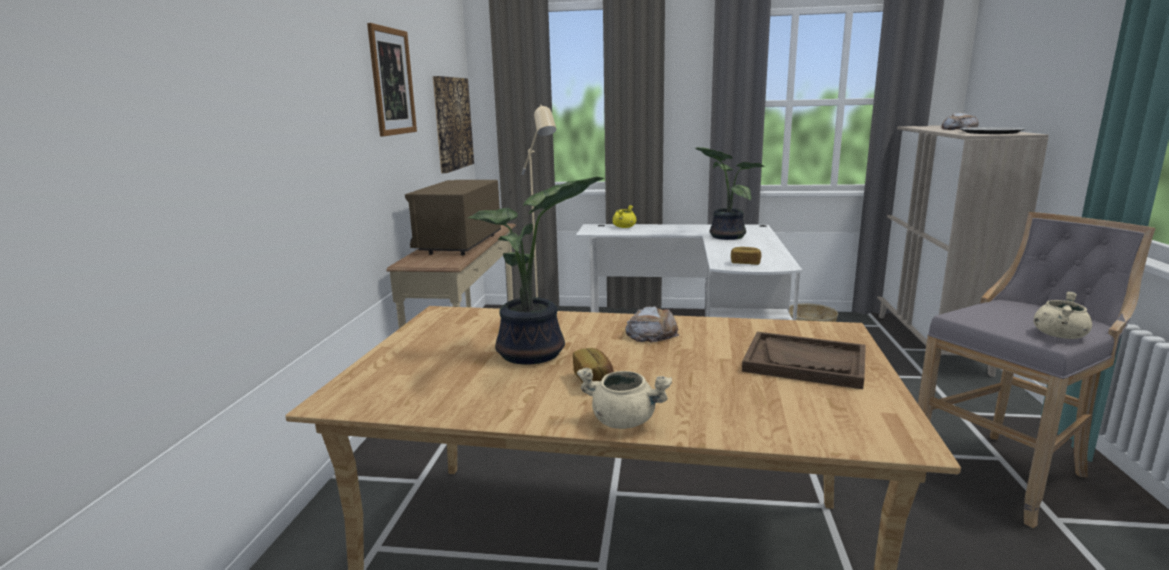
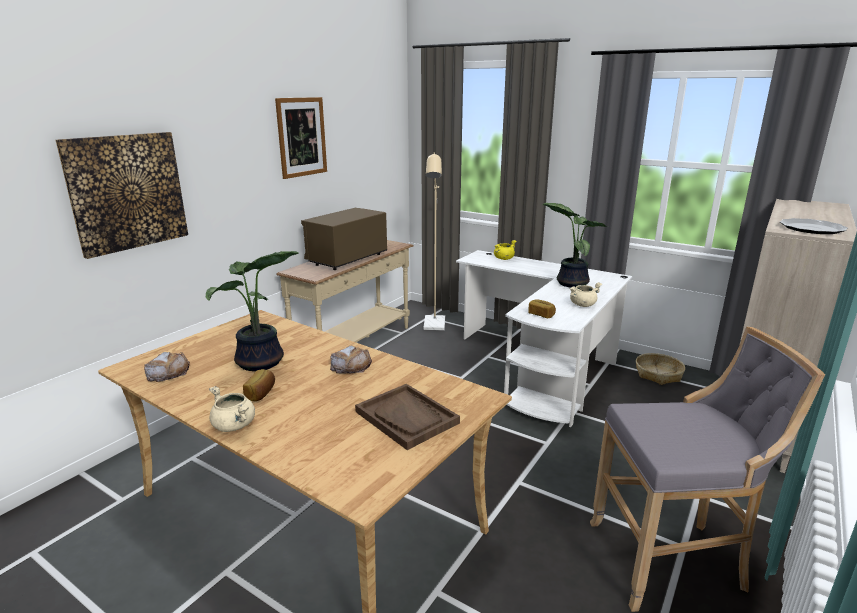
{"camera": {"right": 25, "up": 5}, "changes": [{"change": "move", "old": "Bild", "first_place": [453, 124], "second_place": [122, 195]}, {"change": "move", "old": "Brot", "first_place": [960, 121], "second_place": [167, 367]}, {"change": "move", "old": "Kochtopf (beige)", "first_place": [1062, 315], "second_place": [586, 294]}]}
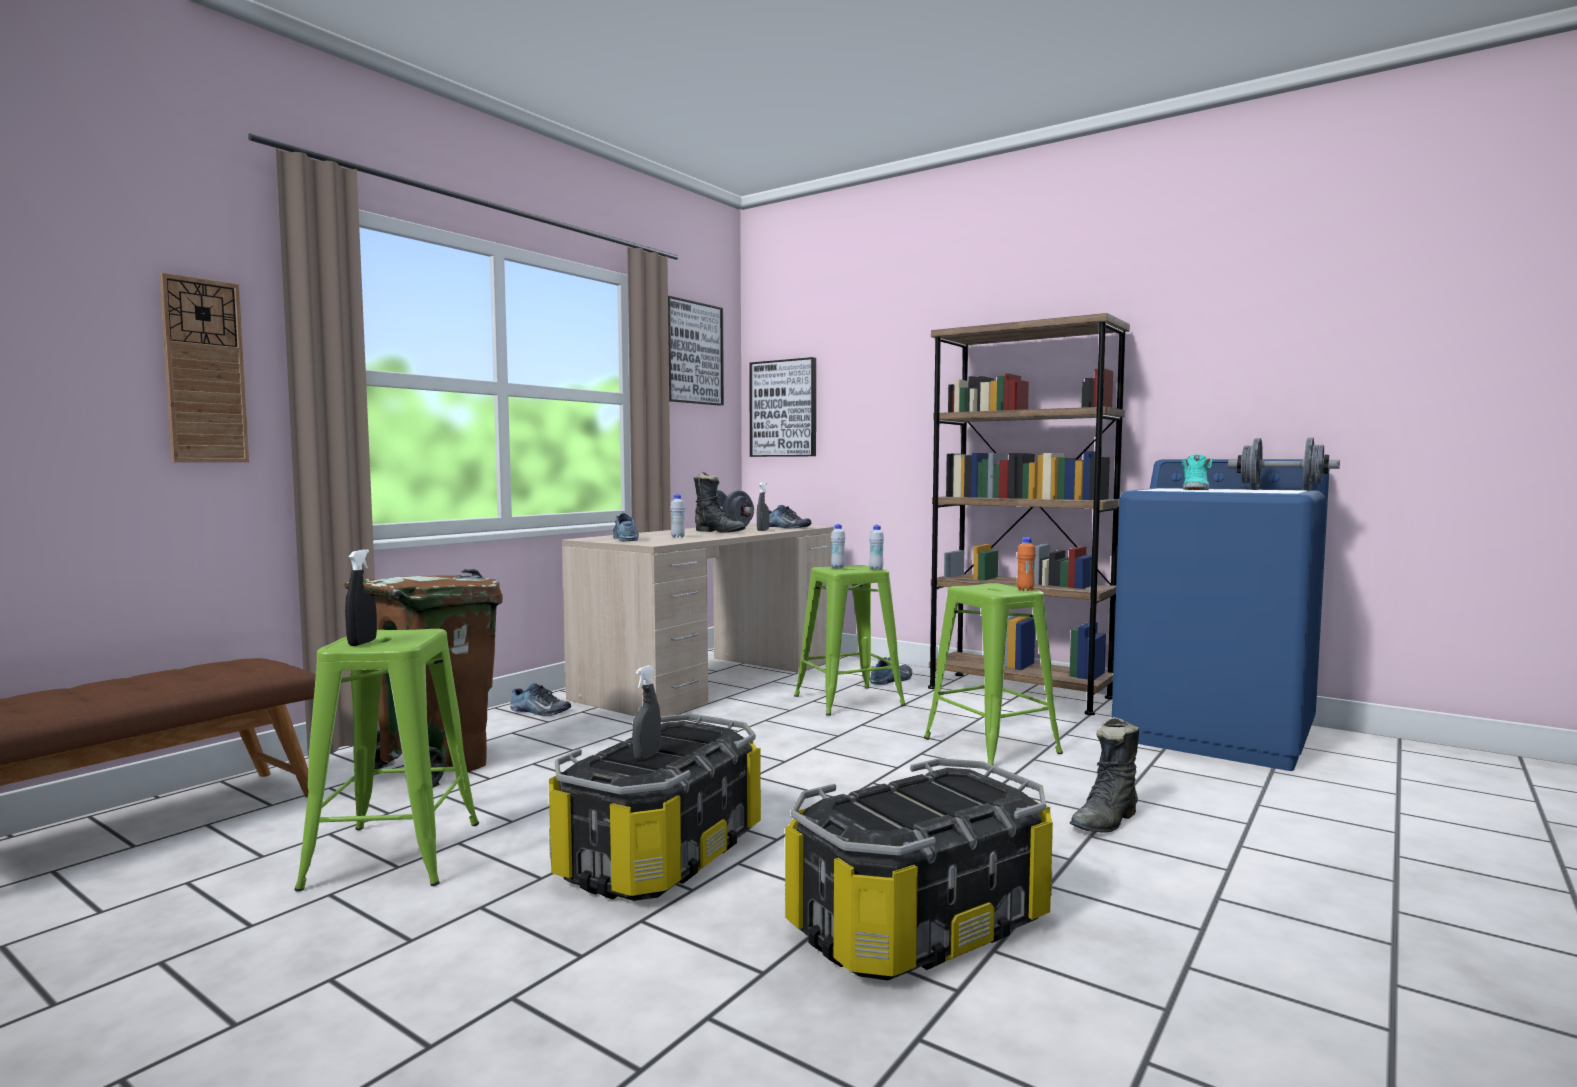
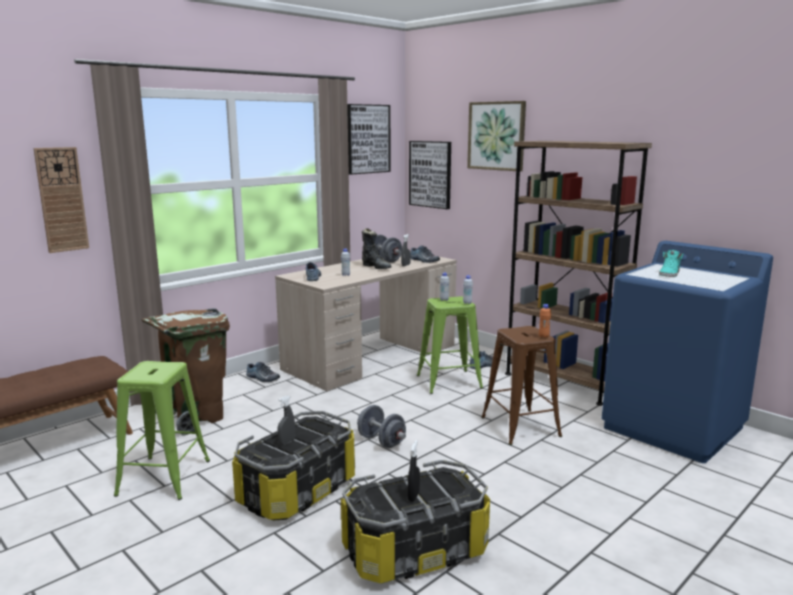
{"camera": {"right": 10, "up": 10}, "changes": [{"change": "move", "old": "Hantel (grau)", "first_place": [1284, 464], "second_place": [381, 426]}, {"change": "move", "old": "Sprühflasche (schwarz)", "first_place": [361, 597], "second_place": [414, 471]}, {"change": "insert", "new": "Bild", "second_place": [496, 136]}, {"change": "recolor", "old": "Hocker (grün)", "new": "Hocker (braun)", "first_place": [993, 674], "second_place": [521, 385]}, {"change": "delete", "old": "Stiefel (schwarz)", "first_place": [1104, 775]}]}
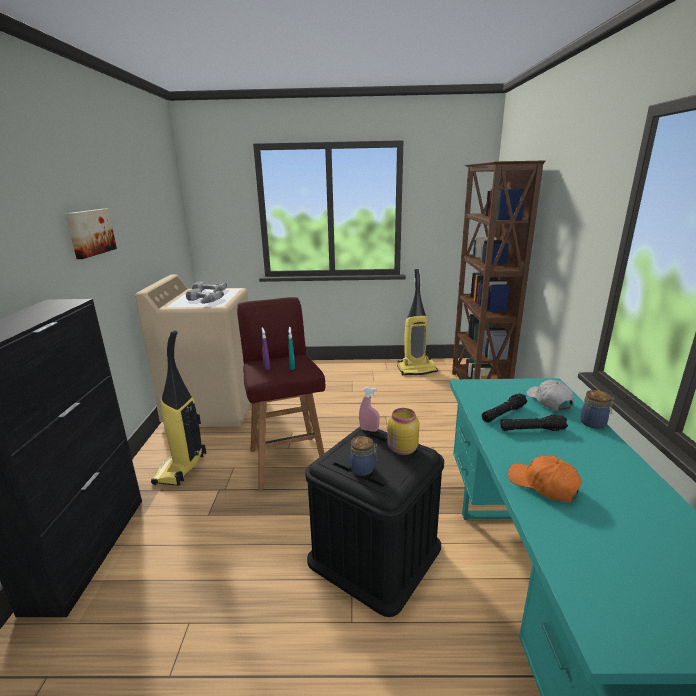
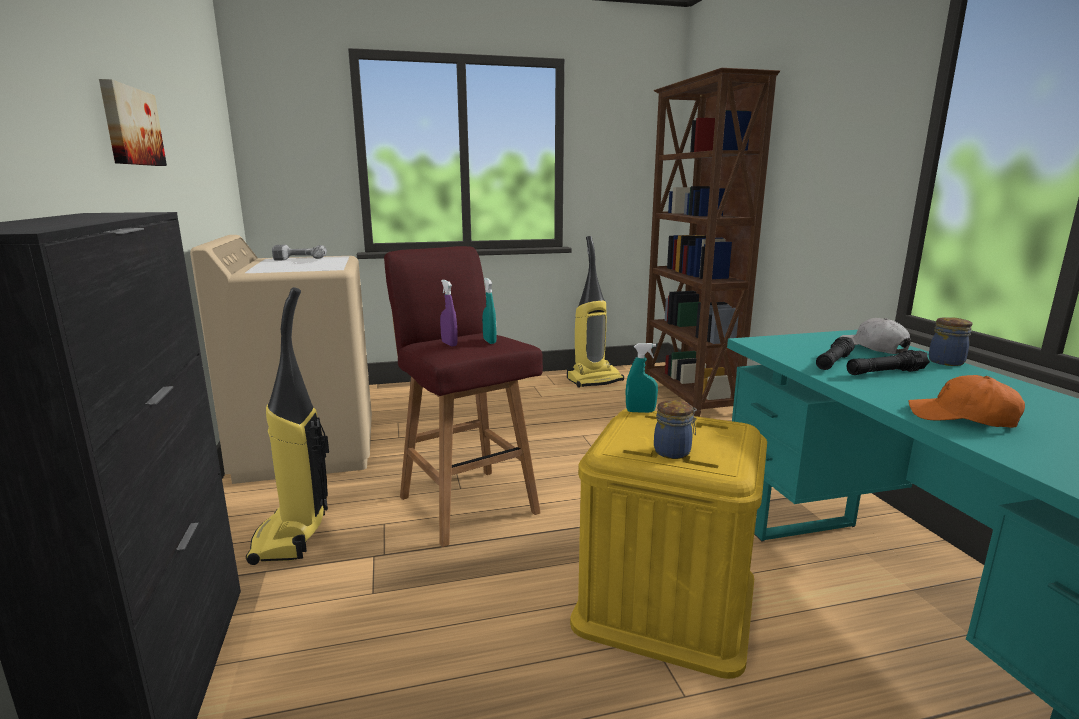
{"camera": {"right": -15, "up": -5}, "changes": [{"change": "recolor", "old": "Aufbewahrungsbox (schwarz)", "new": "Aufbewahrungsbox (gelb)", "first_place": [374, 522], "second_place": [668, 544]}, {"change": "recolor", "old": "Sprühflasche (rosa)", "new": "Sprühflasche (türkis)", "first_place": [369, 409], "second_place": [642, 378]}, {"change": "delete", "old": "Bohrmaschine", "first_place": [205, 296]}, {"change": "delete", "old": "Vorratsglas (gelb)", "first_place": [403, 431]}]}
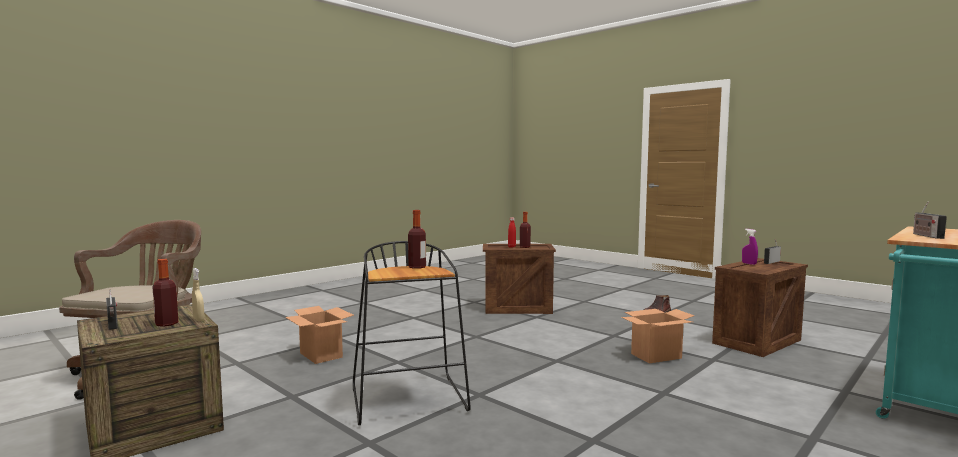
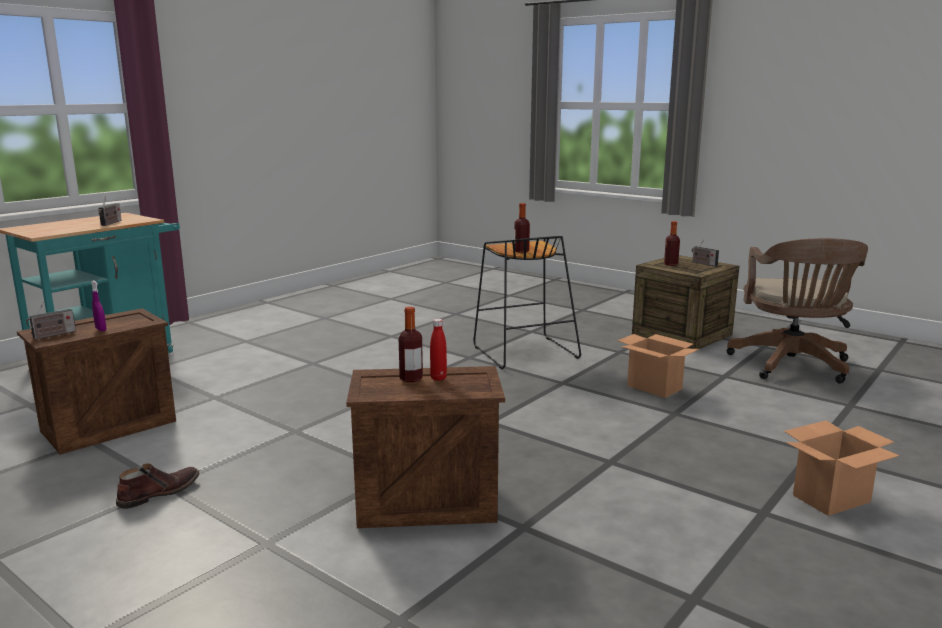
{"camera": {"right": 175, "up": 10}, "changes": [{"change": "move", "old": "Karton", "first_place": [658, 336], "second_place": [842, 468]}, {"change": "delete", "old": "Sprühflasche (beige)", "first_place": [198, 294]}]}
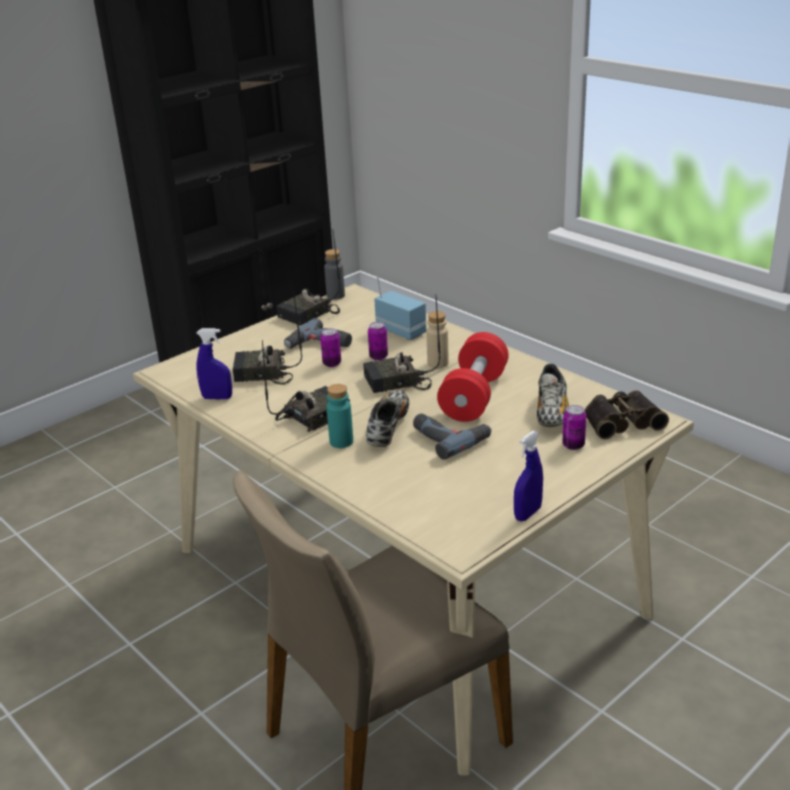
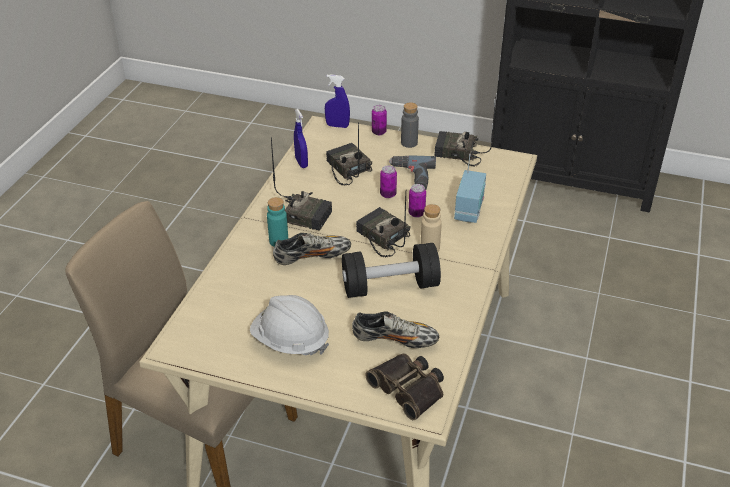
{"camera": {"right": 60, "up": 10}, "changes": [{"change": "insert", "new": "Schutzhelm (weiß)", "second_place": [289, 325]}, {"change": "move", "old": "Sprühflasche (blau)", "first_place": [528, 476], "second_place": [337, 101]}, {"change": "recolor", "old": "Hantel (rot)", "new": "Hantel (schwarz)", "first_place": [473, 377], "second_place": [391, 270]}, {"change": "rotate", "old": "Schuh", "first_place": [553, 395], "second_place": [395, 330], "degrees": -150}, {"change": "move", "old": "Dose", "first_place": [574, 427], "second_place": [379, 120]}, {"change": "move", "old": "Flasche (grau)", "first_place": [334, 274], "second_place": [410, 125]}, {"change": "delete", "old": "Bohrmaschine", "first_place": [452, 436]}]}
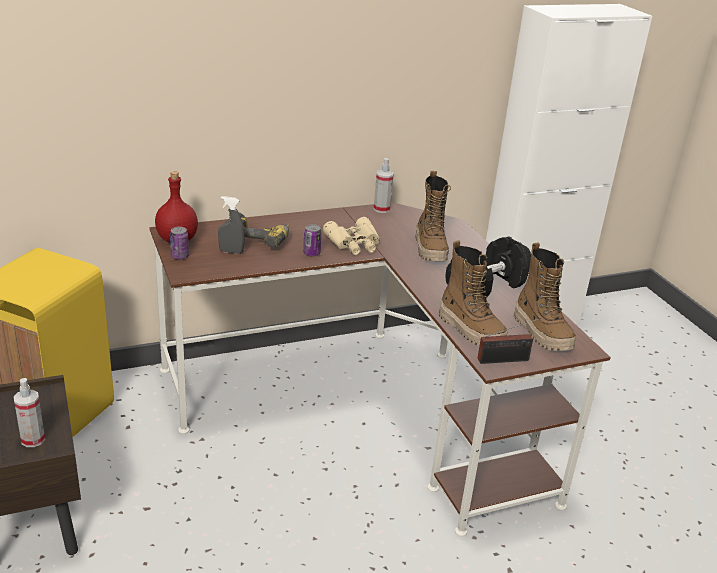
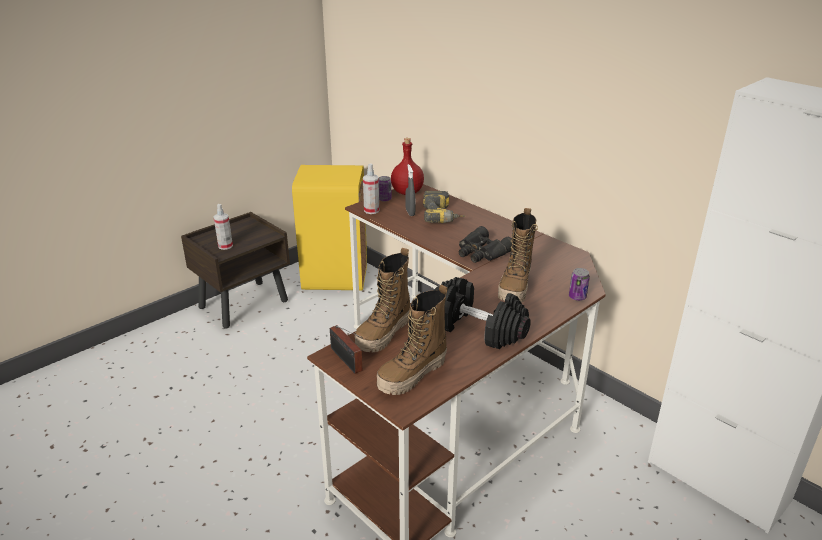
{"camera": {"right": 70, "up": 0}, "changes": [{"change": "move", "old": "Sprühflasche", "first_place": [384, 185], "second_place": [371, 188]}, {"change": "recolor", "old": "Fernglas (beige)", "new": "Fernglas (schwarz)", "first_place": [351, 236], "second_place": [485, 244]}, {"change": "rotate", "old": "Stiefel", "first_place": [433, 216], "second_place": [518, 255], "degrees": -45}, {"change": "move", "old": "Dose", "first_place": [312, 240], "second_place": [579, 284]}]}
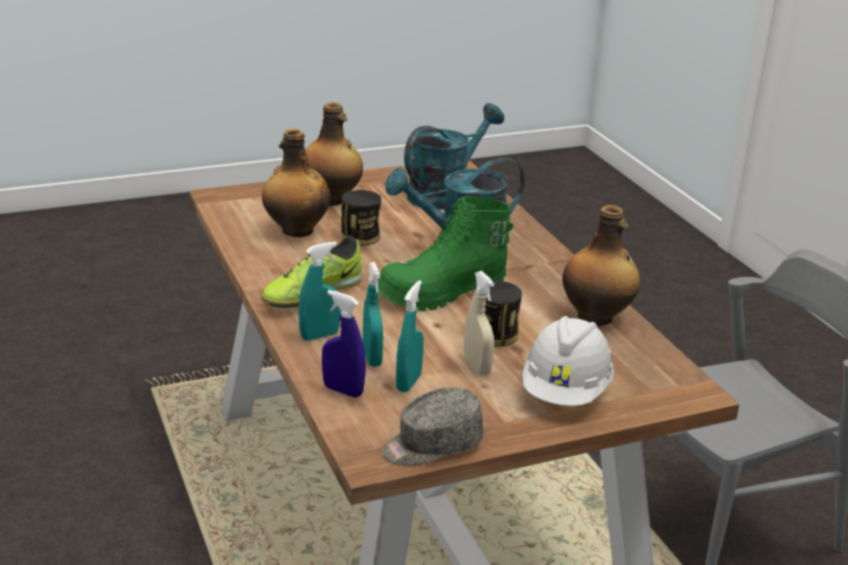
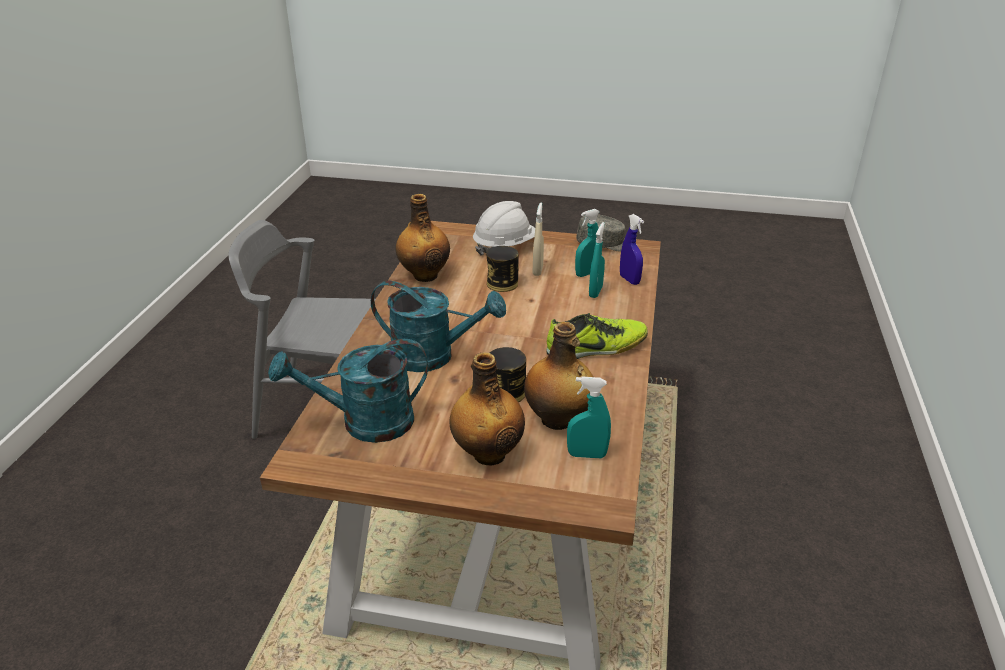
{"camera": {"right": -145, "up": 5}, "changes": [{"change": "move", "old": "Sprühflasche (türkis)", "first_place": [319, 291], "second_place": [589, 417]}, {"change": "delete", "old": "Stiefel (grün)", "first_place": [445, 253]}]}
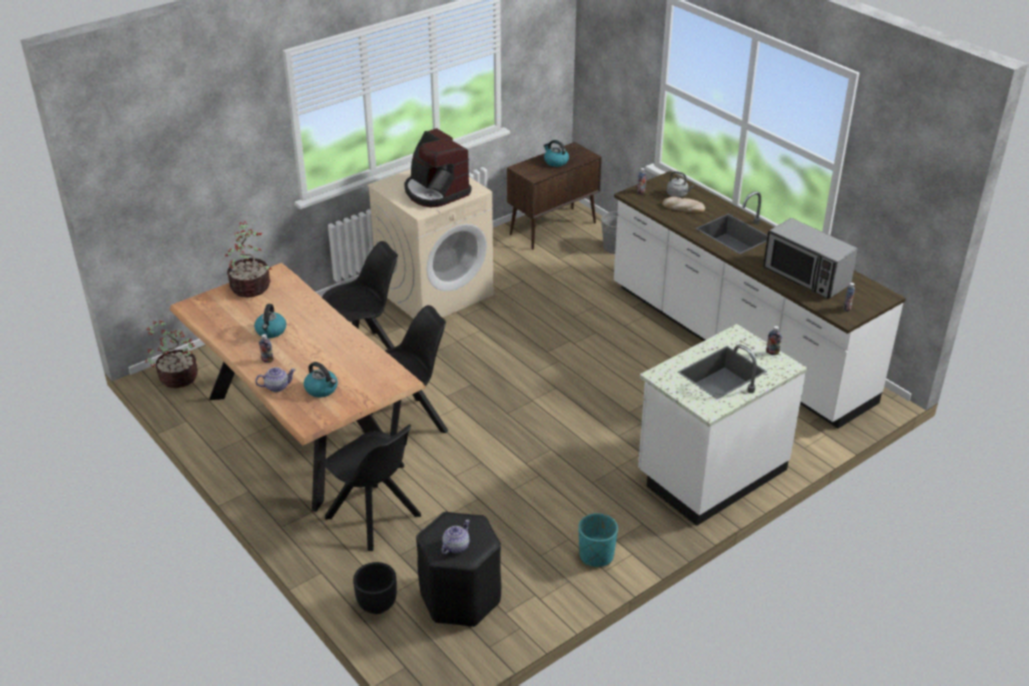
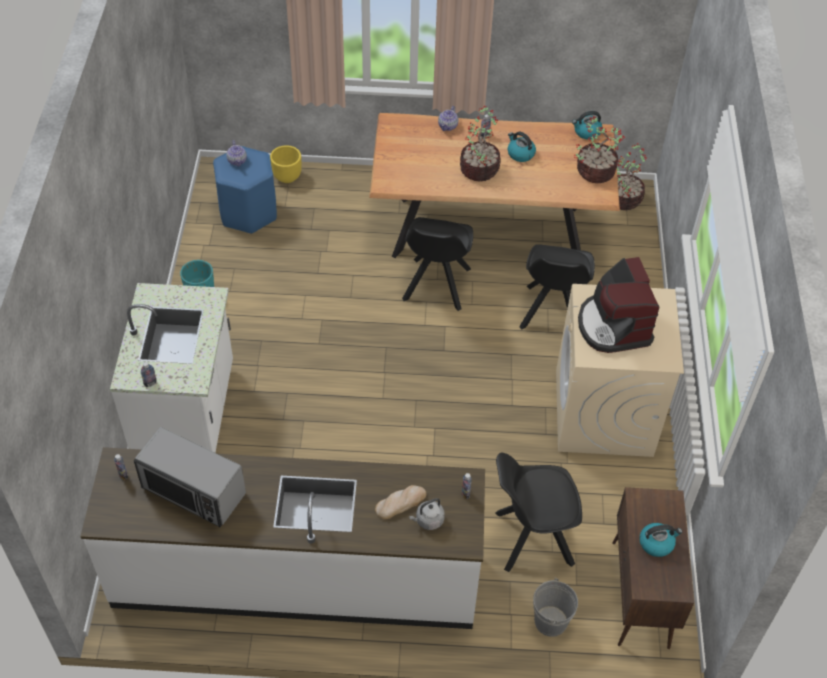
{"camera": {"right": 130, "up": 15}, "changes": [{"change": "rotate", "old": "Mikrowelle", "first_place": [810, 258], "second_place": [190, 477], "degrees": -150}, {"change": "recolor", "old": "Hocker (schwarz)", "new": "Hocker (blau)", "first_place": [458, 569], "second_place": [245, 190]}, {"change": "recolor", "old": "Pflanzkübel (schwarz)", "new": "Pflanzkübel (gelb)", "first_place": [375, 588], "second_place": [286, 164]}, {"change": "insert", "new": "Topfpflanze", "second_place": [480, 143]}, {"change": "move", "old": "Stuhl (schwarz)", "first_place": [372, 487], "second_place": [538, 512]}, {"change": "move", "old": "Wasserkessel", "first_place": [321, 379], "second_place": [587, 125]}, {"change": "rotate", "old": "Kaffeemaschine", "first_place": [437, 167], "second_place": [618, 305], "degrees": -105}]}
